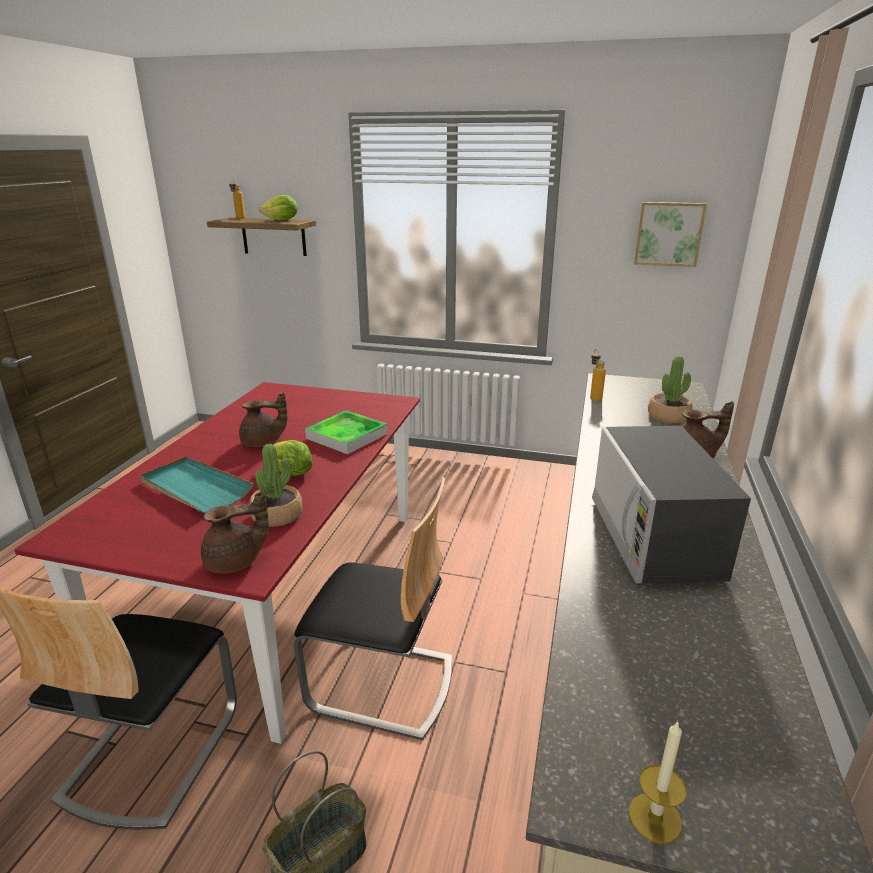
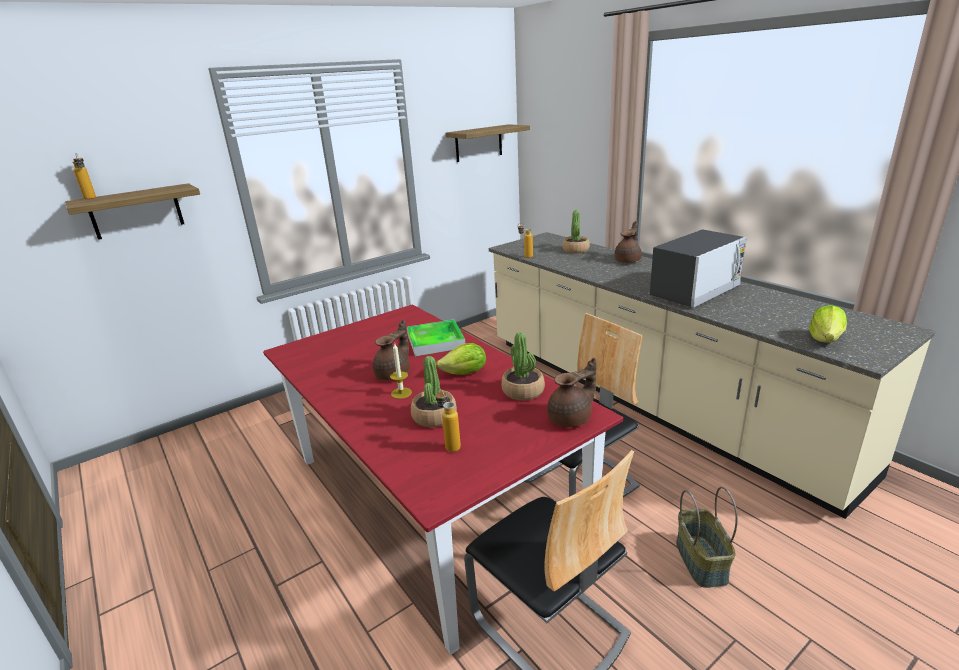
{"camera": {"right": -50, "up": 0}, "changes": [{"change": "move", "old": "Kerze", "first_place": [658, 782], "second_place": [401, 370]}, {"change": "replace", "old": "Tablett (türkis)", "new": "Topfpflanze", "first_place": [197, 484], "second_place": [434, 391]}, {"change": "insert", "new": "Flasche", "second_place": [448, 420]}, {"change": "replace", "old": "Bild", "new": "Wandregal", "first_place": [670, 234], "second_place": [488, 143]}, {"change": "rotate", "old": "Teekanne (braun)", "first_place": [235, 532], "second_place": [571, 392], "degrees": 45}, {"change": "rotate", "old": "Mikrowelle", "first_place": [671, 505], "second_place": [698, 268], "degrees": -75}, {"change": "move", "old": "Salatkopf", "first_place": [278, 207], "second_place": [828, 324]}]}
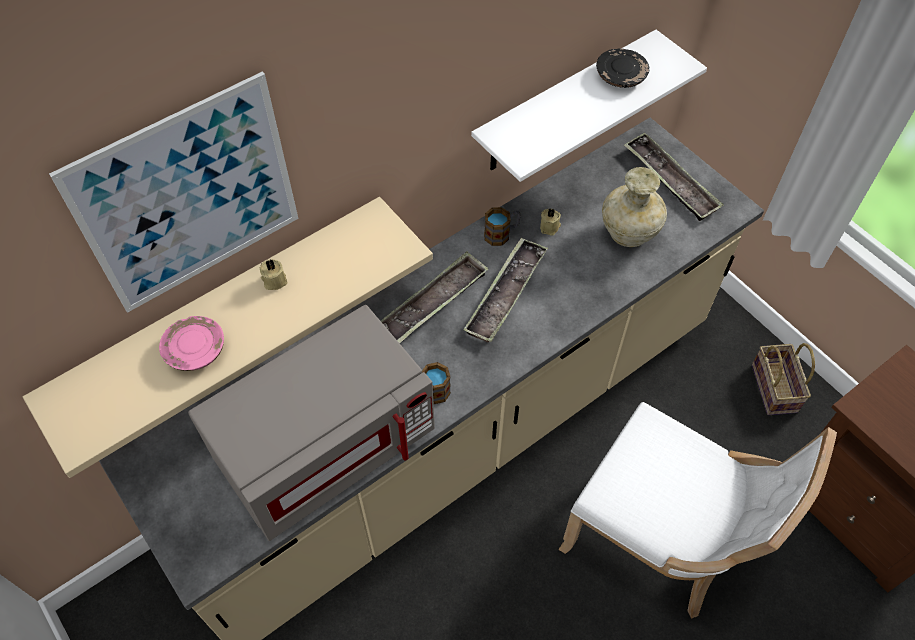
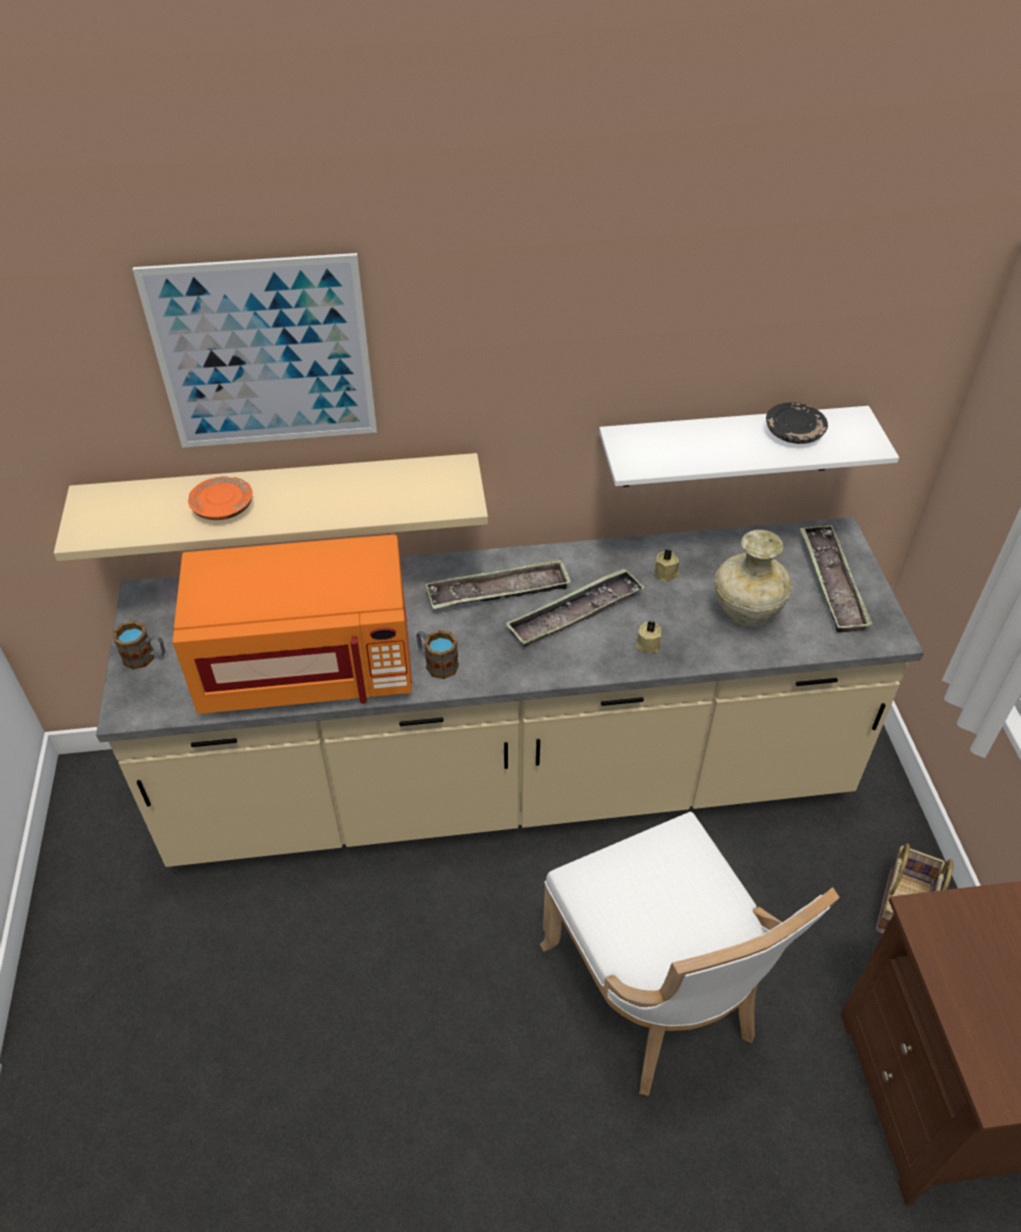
{"camera": {"right": 30, "up": -10}, "changes": [{"change": "move", "old": "Henkelbecher", "first_place": [502, 226], "second_place": [139, 645]}, {"change": "recolor", "old": "Mikrowelle (grau)", "new": "Mikrowelle (orange)", "first_place": [311, 423], "second_place": [292, 624]}, {"change": "recolor", "old": "Teller (rosa)", "new": "Teller (orange)", "first_place": [191, 343], "second_place": [220, 498]}, {"change": "move", "old": "Kerze (beige)", "first_place": [274, 274], "second_place": [649, 636]}]}
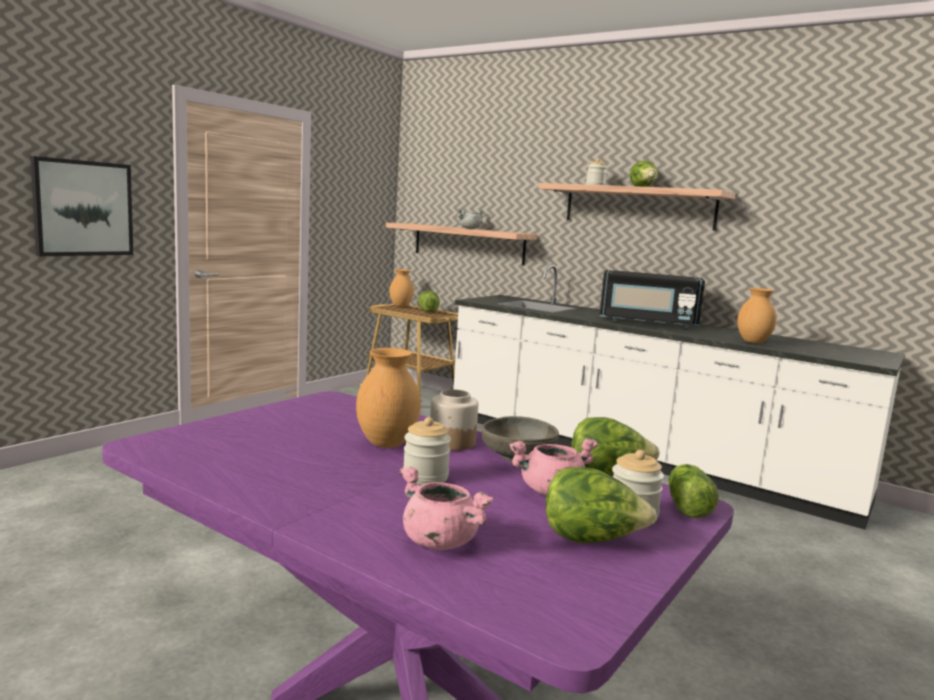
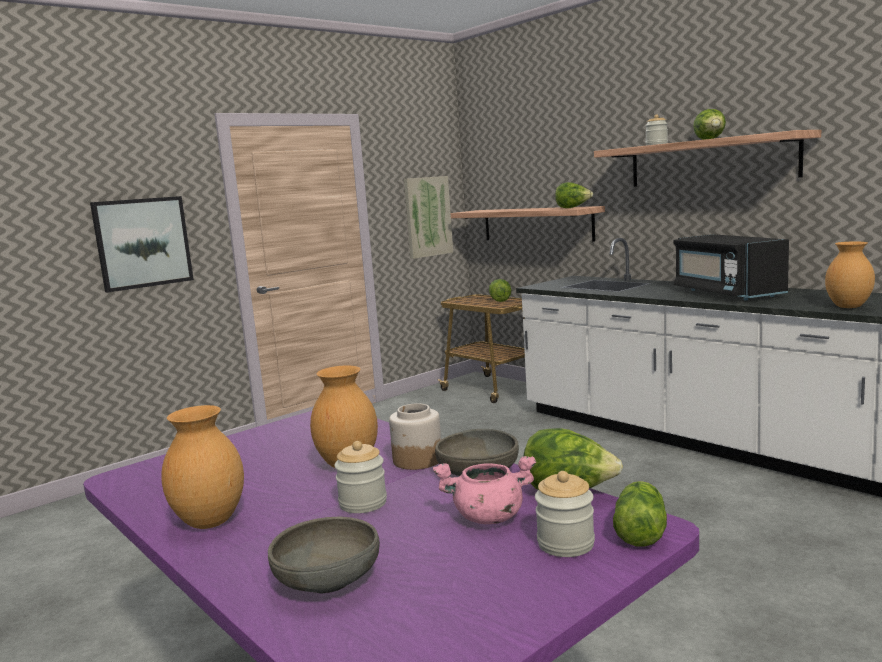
{"camera": {"right": 15, "up": 0}, "changes": [{"change": "move", "old": "Vase (braun)", "first_place": [401, 288], "second_place": [202, 467]}, {"change": "replace", "old": "Kochtopf (rosa)", "new": "Schüssel (grau)", "first_place": [447, 508], "second_place": [324, 555]}, {"change": "insert", "new": "Bild", "second_place": [428, 217]}, {"change": "move", "old": "Salatkopf", "first_place": [601, 505], "second_place": [574, 195]}, {"change": "rotate", "old": "Mikrowelle (schwarz)", "first_place": [652, 299], "second_place": [731, 267], "degrees": 45}, {"change": "delete", "old": "Kochtopf (grau)", "first_place": [470, 218]}]}
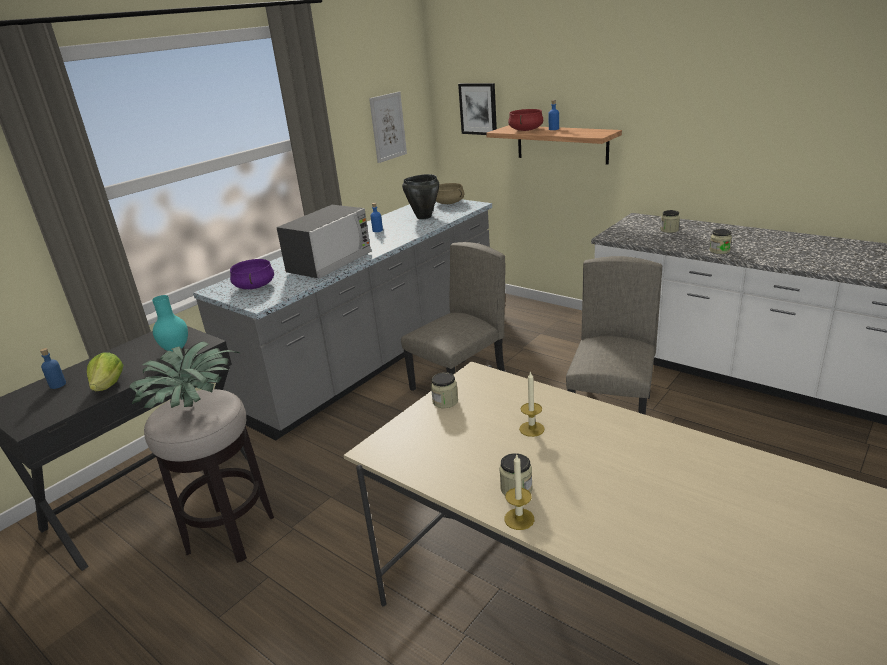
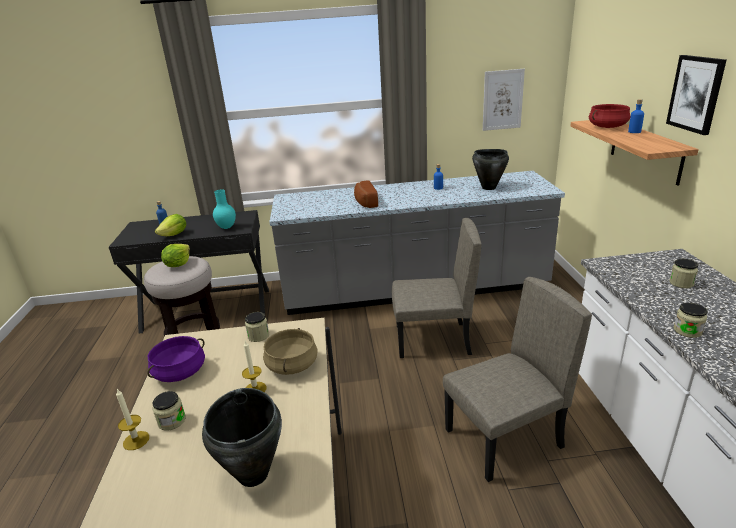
{"camera": {"right": 45, "up": 0}, "changes": [{"change": "move", "old": "Kochtopf (lila)", "first_place": [252, 274], "second_place": [176, 359]}, {"change": "replace", "old": "Topfpflanze", "new": "Salatkopf", "first_place": [185, 374], "second_place": [175, 255]}, {"change": "insert", "new": "Kochtopf (schwarz)", "second_place": [242, 437]}, {"change": "move", "old": "Kochtopf (beige)", "first_place": [450, 193], "second_place": [290, 351]}, {"change": "replace", "old": "Mikrowelle", "new": "Brot", "first_place": [323, 242], "second_place": [366, 194]}, {"change": "move", "old": "Bild", "first_place": [477, 109], "second_place": [696, 95]}]}
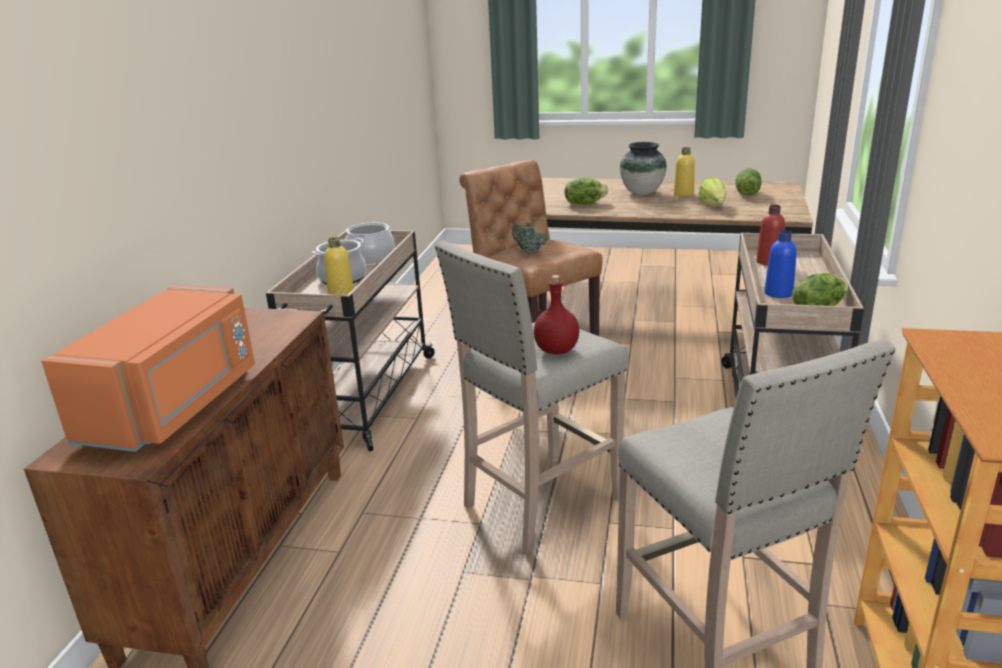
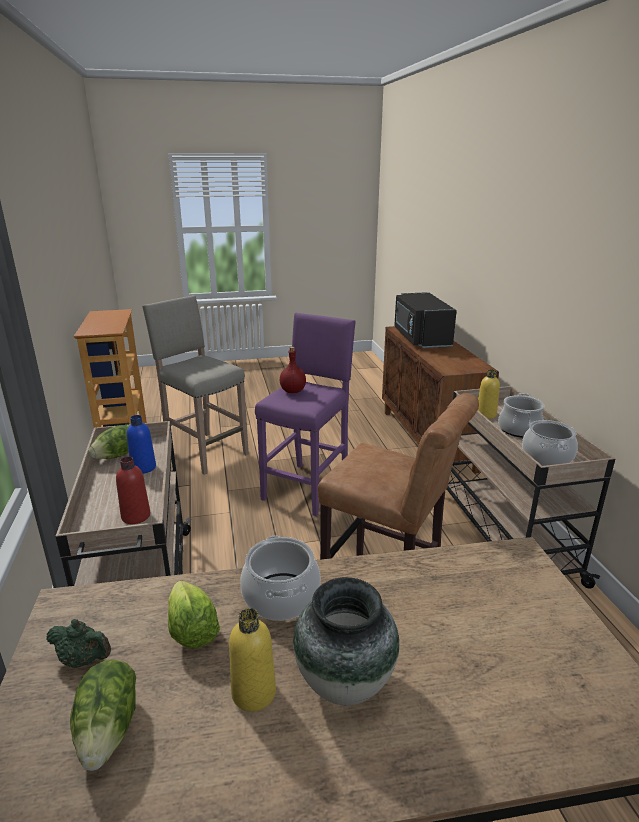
{"camera": {"right": 155, "up": 0}, "changes": [{"change": "move", "old": "Teekanne (grün)", "first_place": [529, 238], "second_place": [79, 643]}, {"change": "insert", "new": "Kochtopf", "second_place": [280, 578]}, {"change": "recolor", "old": "Hocker (beige)", "new": "Hocker (lila)", "first_place": [531, 397], "second_place": [305, 415]}, {"change": "recolor", "old": "Mikrowelle (orange)", "new": "Mikrowelle (schwarz)", "first_place": [148, 368], "second_place": [425, 320]}, {"change": "delete", "old": "Salatkopf", "first_place": [586, 191]}]}
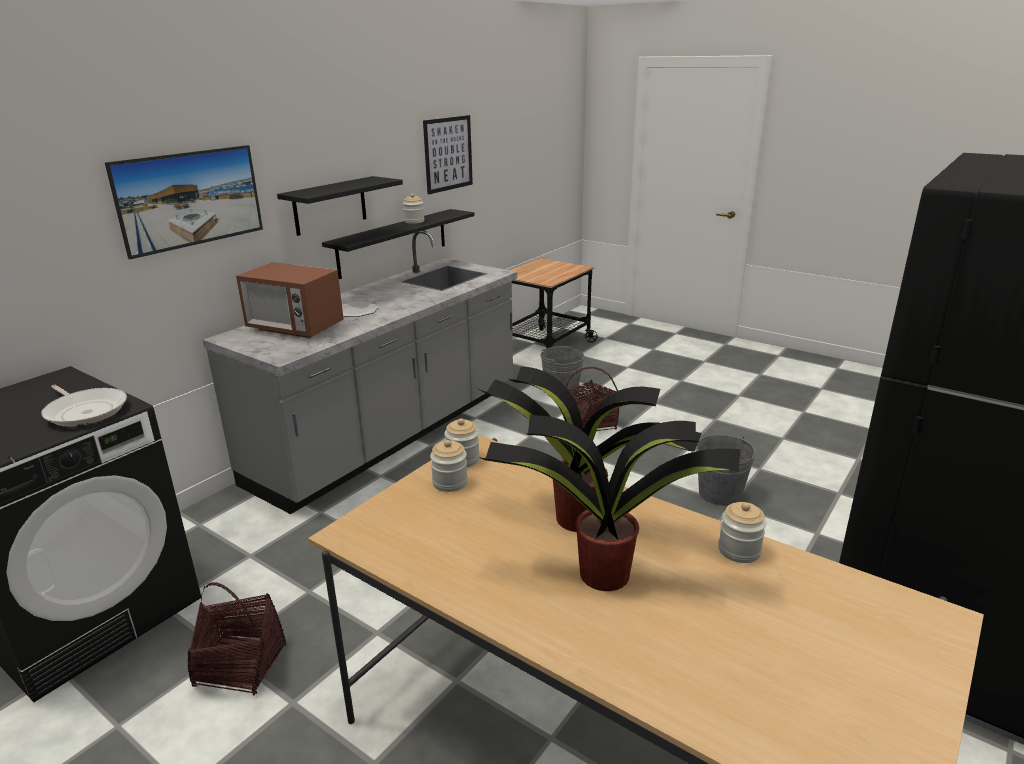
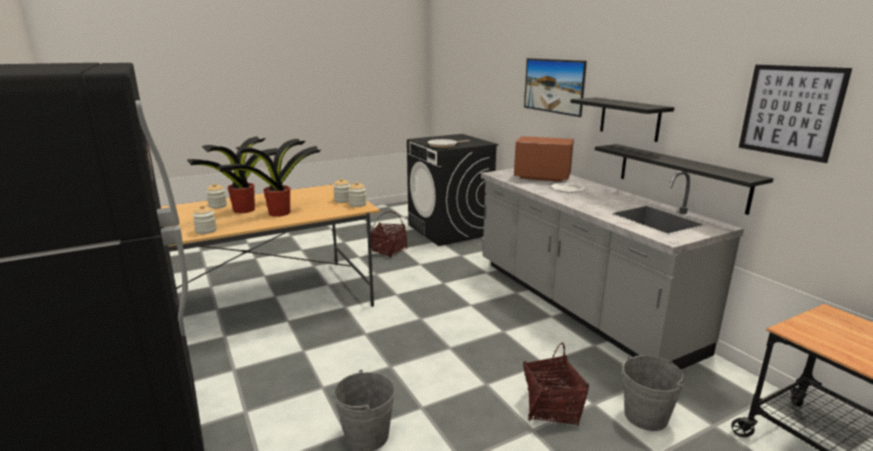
{"camera": {"right": 115, "up": -5}, "changes": [{"change": "move", "old": "Vorratsglas", "first_place": [413, 209], "second_place": [216, 196]}, {"change": "rotate", "old": "Mikrowelle", "first_place": [290, 300], "second_place": [544, 159], "degrees": 60}]}
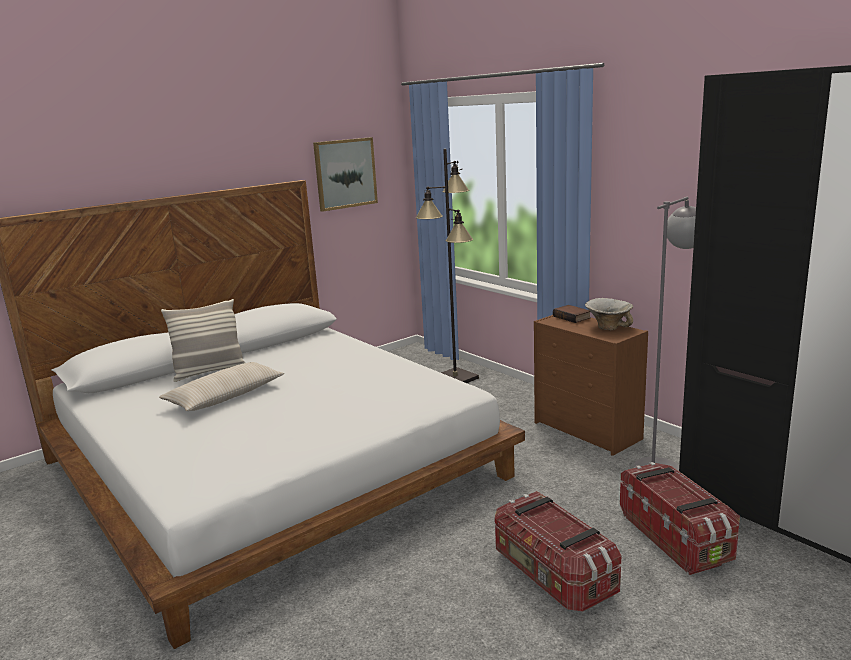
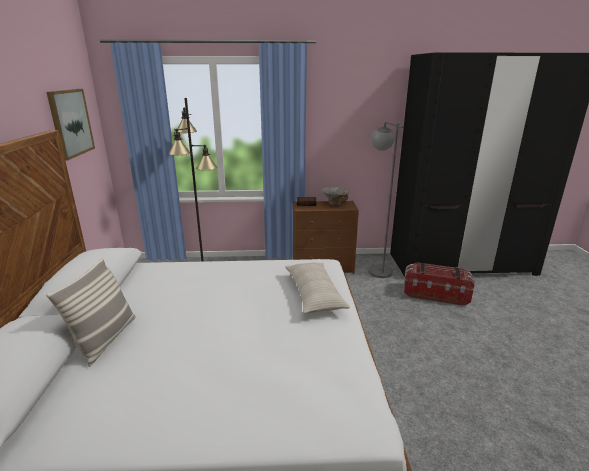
{"camera": {"right": -55, "up": 5}, "changes": [{"change": "move", "old": "Kissen (beige)", "first_place": [221, 386], "second_place": [317, 288]}, {"change": "delete", "old": "Aufbewahrungsbox", "first_place": [558, 551]}]}
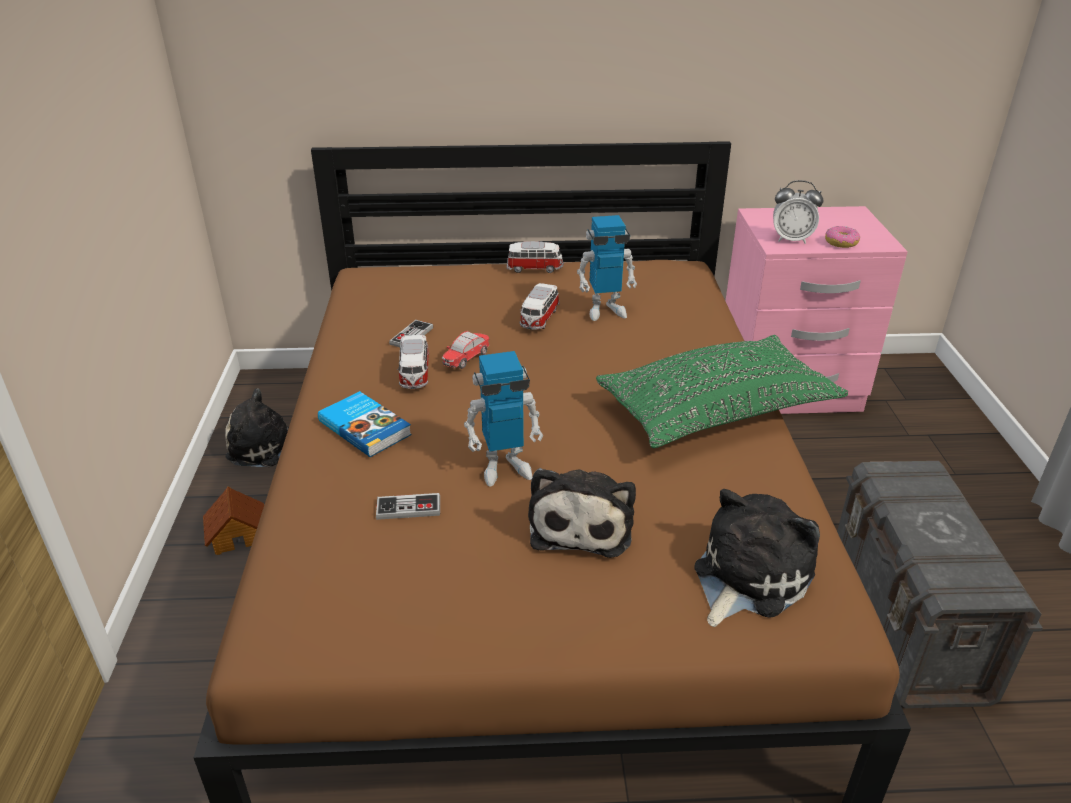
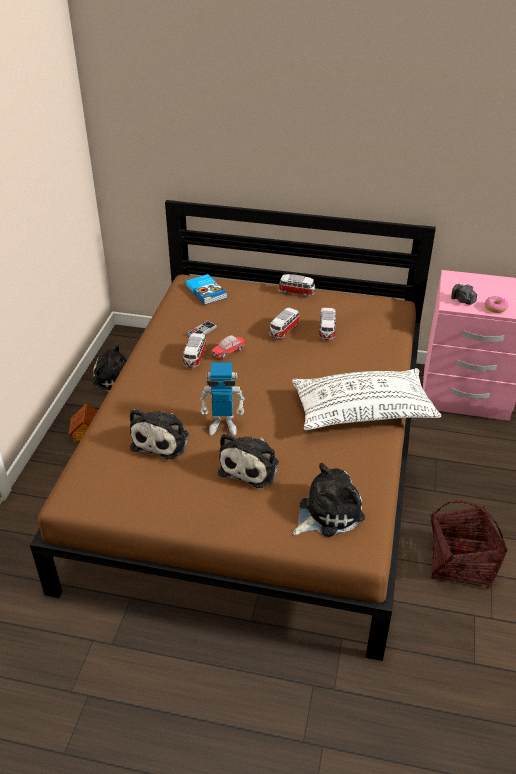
{"camera": {"right": 15, "up": 5}, "changes": [{"change": "replace", "old": "Gamepad", "new": "Plüschtier", "first_place": [408, 506], "second_place": [159, 434]}, {"change": "move", "old": "Buch", "first_place": [365, 424], "second_place": [206, 289]}, {"change": "recolor", "old": "Kissen (grün)", "new": "Kissen (weiß)", "first_place": [722, 391], "second_place": [366, 399]}, {"change": "replace", "old": "Spielzeugroboter", "new": "Spielzeugauto", "first_place": [607, 268], "second_place": [327, 324]}, {"change": "replace", "old": "Aufbewahrungsbox (grau)", "new": "Korb", "first_place": [940, 585], "second_place": [469, 544]}, {"change": "replace", "old": "Wecker", "new": "Kamera", "first_place": [798, 212], "second_place": [464, 294]}]}
